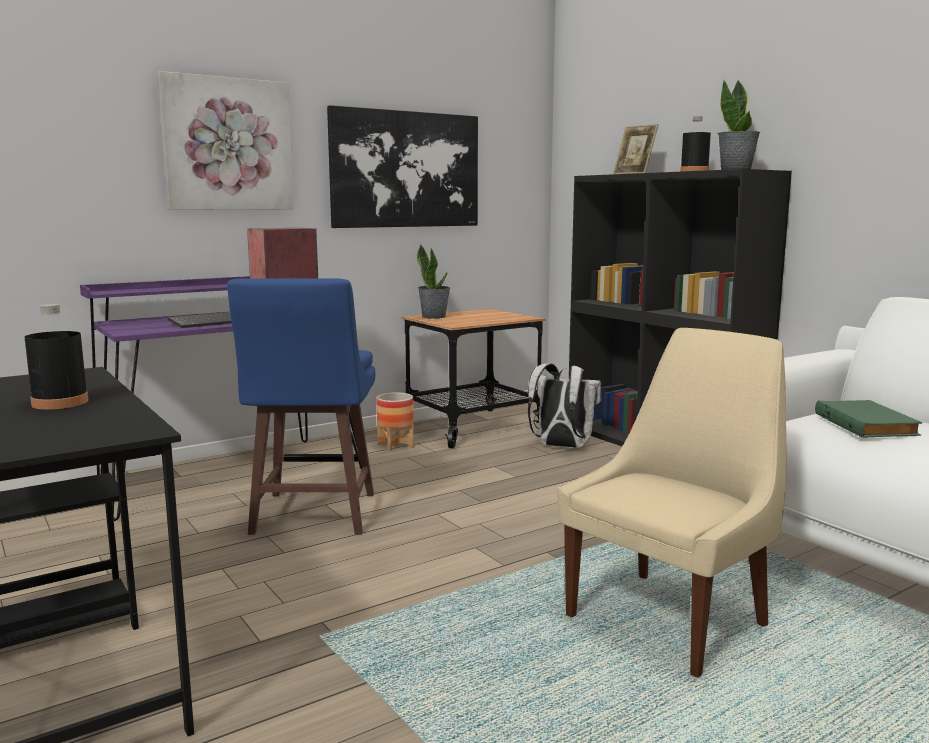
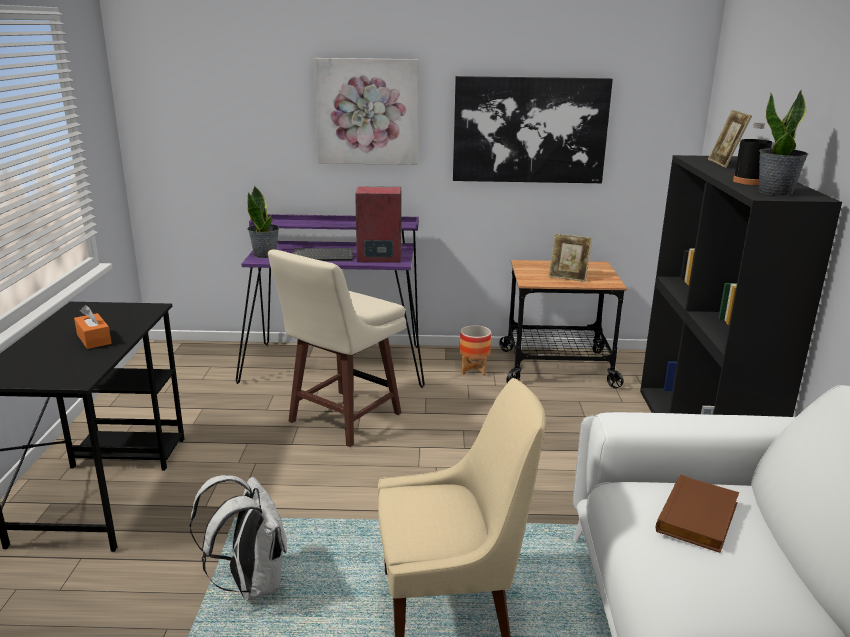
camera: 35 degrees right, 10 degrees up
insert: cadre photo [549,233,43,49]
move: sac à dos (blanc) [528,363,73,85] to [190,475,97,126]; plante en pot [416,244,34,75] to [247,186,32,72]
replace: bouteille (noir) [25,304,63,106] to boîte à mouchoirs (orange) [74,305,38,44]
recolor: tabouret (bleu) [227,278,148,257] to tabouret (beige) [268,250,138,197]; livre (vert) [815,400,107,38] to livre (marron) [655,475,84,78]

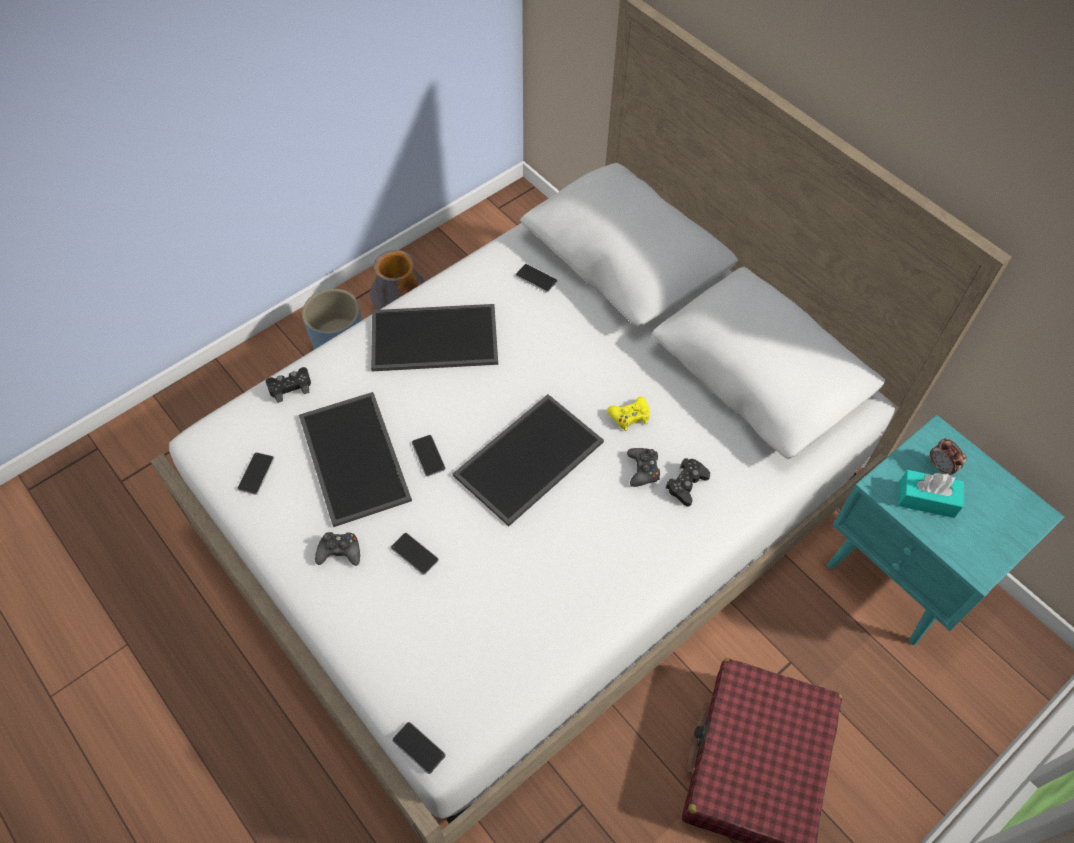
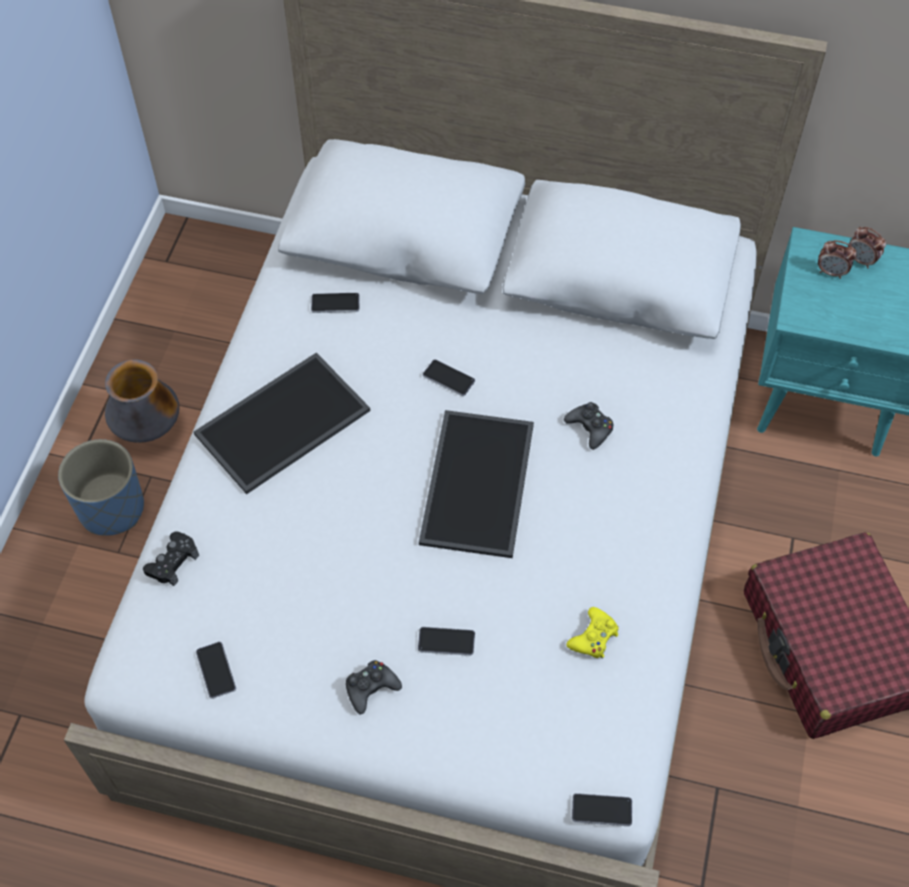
camera: 35 degrees left, 0 degrees up
delete: plateau [299,392,113,135]; manette (noir) [665,458,45,49]; boîte à mouchoirs (turquoise) [898,470,66,48]
insert: réveil [848,227,38,41]
move: téléphone [412,435,34,42] to [423,359,52,37]; manette (jaune) [607,397,43,34] to [566,607,53,52]

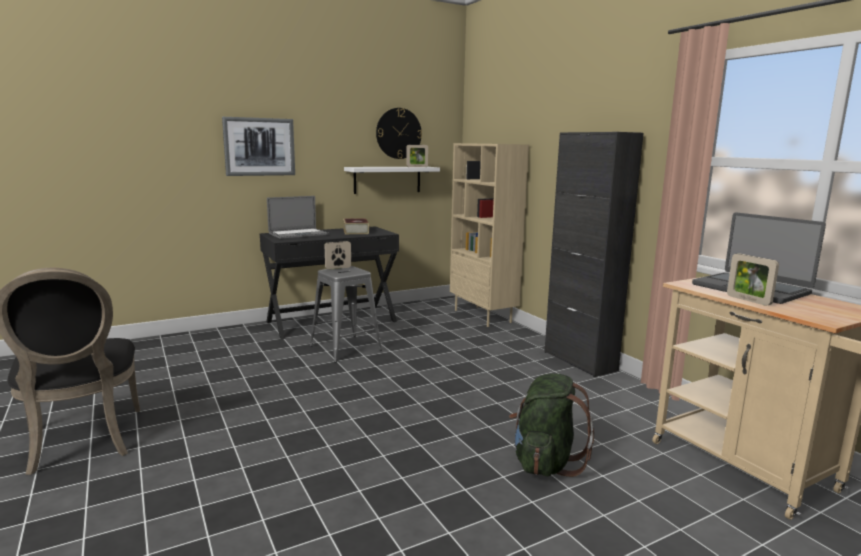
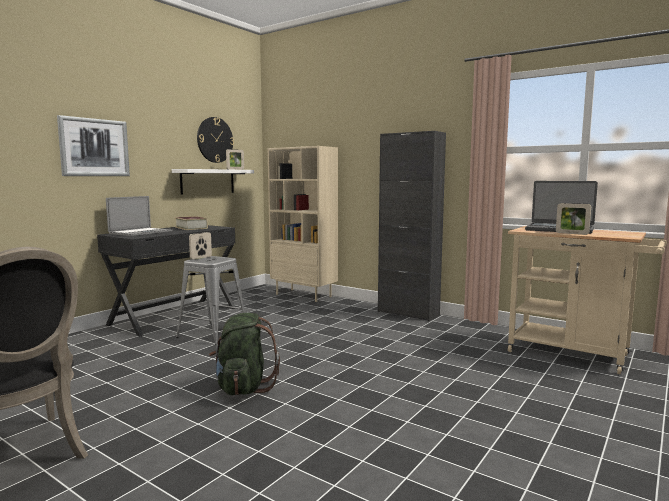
camera: 25 degrees left, 5 degrees down
move: sac à dos (vert) [509,374,85,103] to [209,313,71,82]

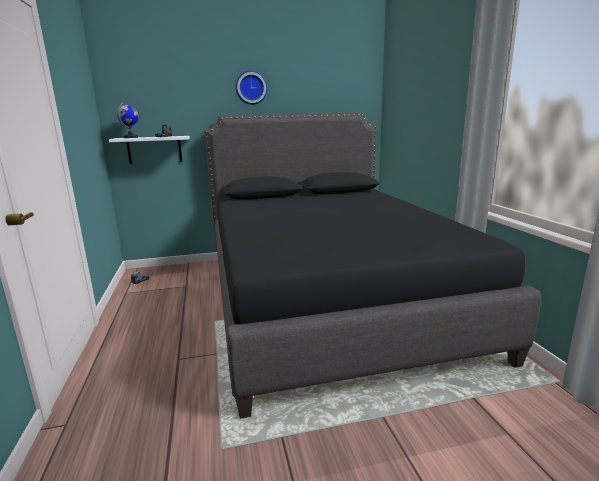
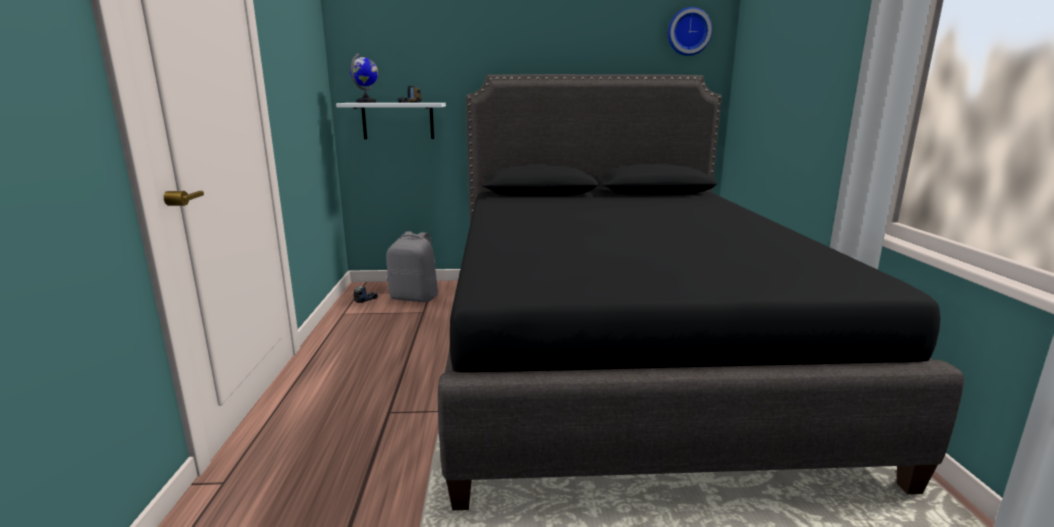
camera: 10 degrees right, 0 degrees up
insert: sac à dos (gris) [386,231,52,71]
move: horloge murale [236,71,31,34] to [667,7,45,49]

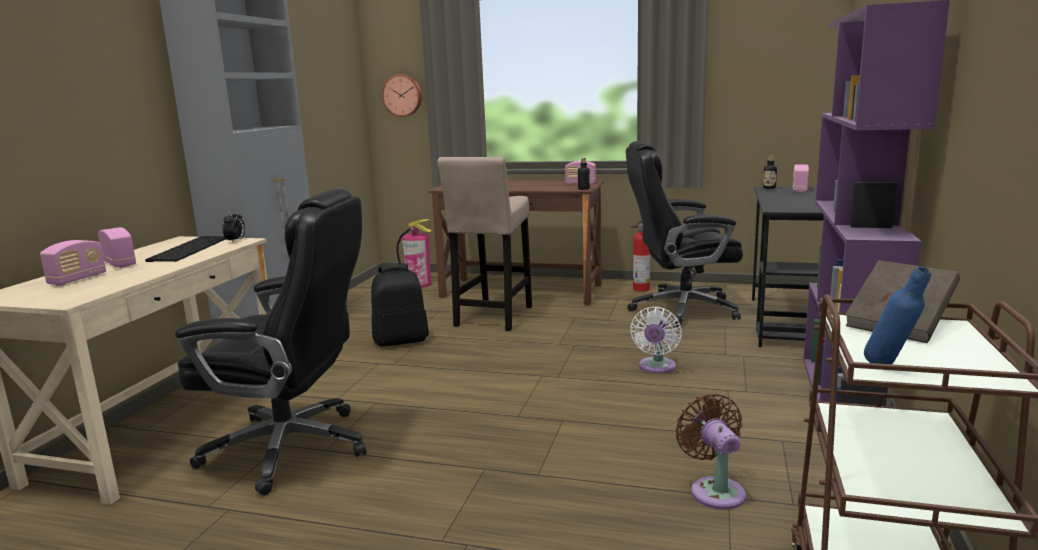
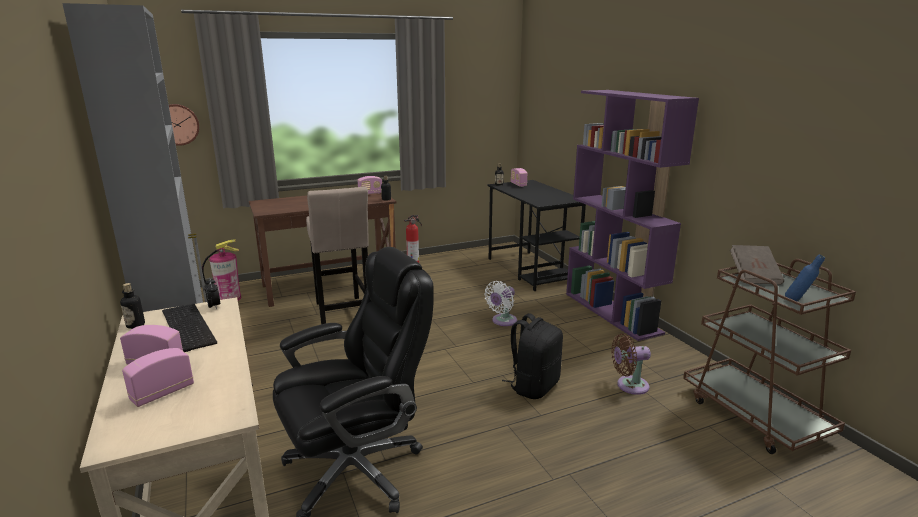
camera: 40 degrees left, 5 degrees up
delete: chaise de bureau (noir) [626,141,117,187]
insert: bouteille [120,283,25,46]
move: sac à dos (noir) [371,264,58,83] to [502,313,61,86]
rotate: radio [40,240,66,46] = [122,348,72,59] 120 degrees counterclockwise; ventilateur (blanc) [630,307,52,66] = [484,281,33,45] 60 degrees clockwise; ventilateur (marron) [675,394,71,116] = [611,334,40,61] 45 degrees counterclockwise

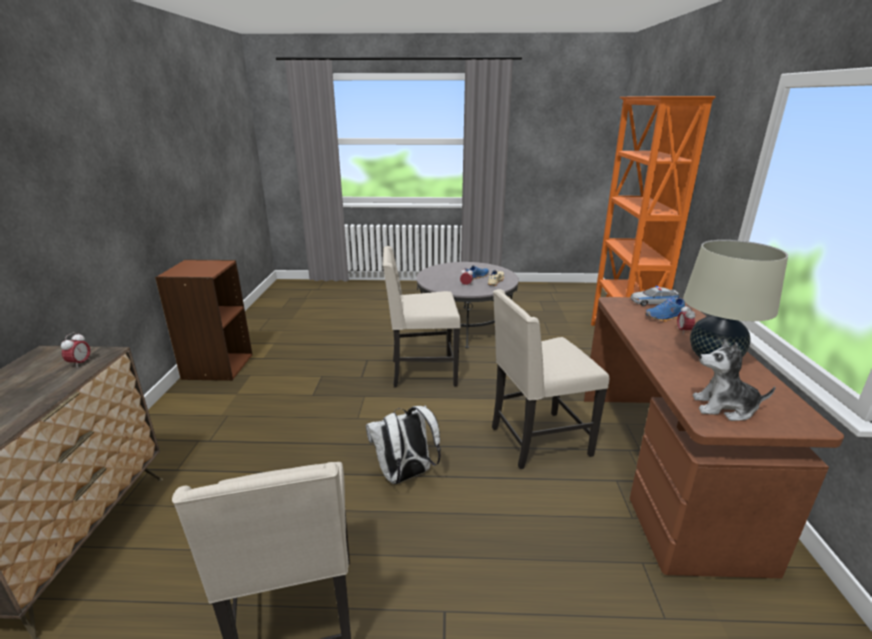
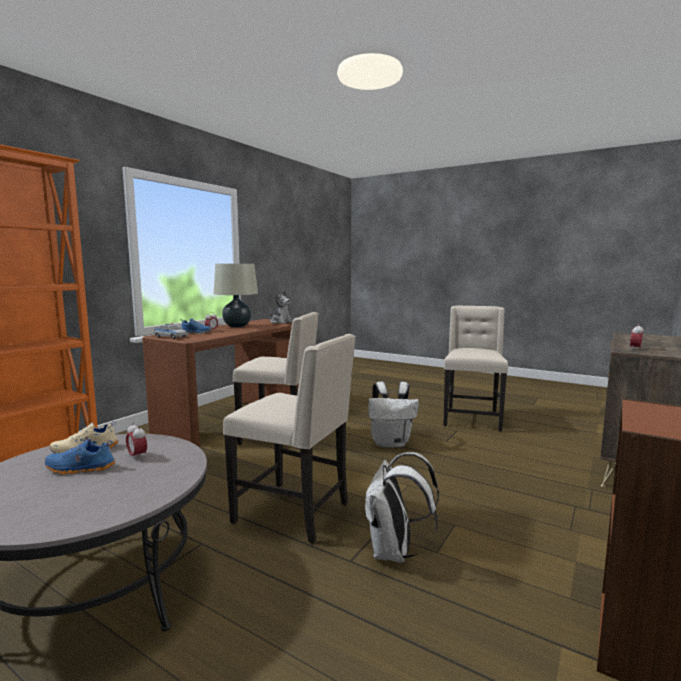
camera: 150 degrees left, 15 degrees down
insert: sac à dos (blanc) [365,452,74,111]

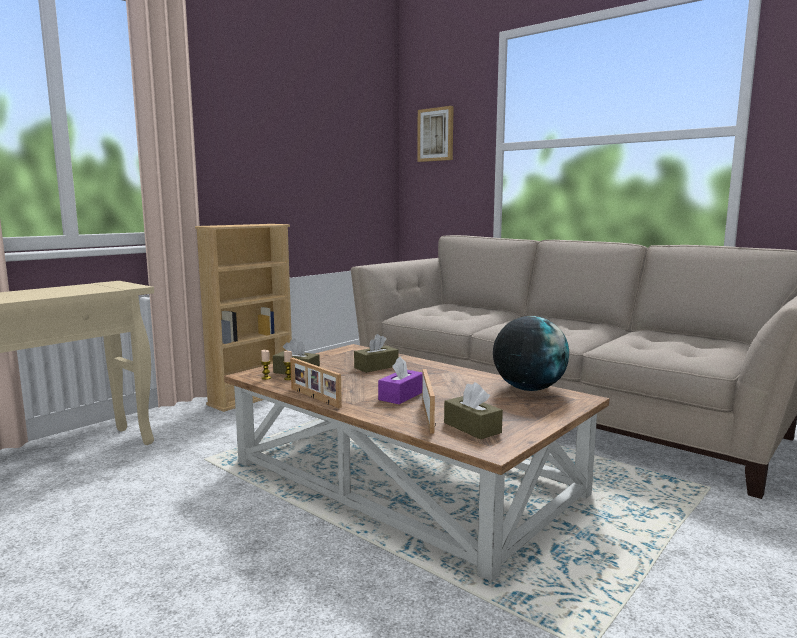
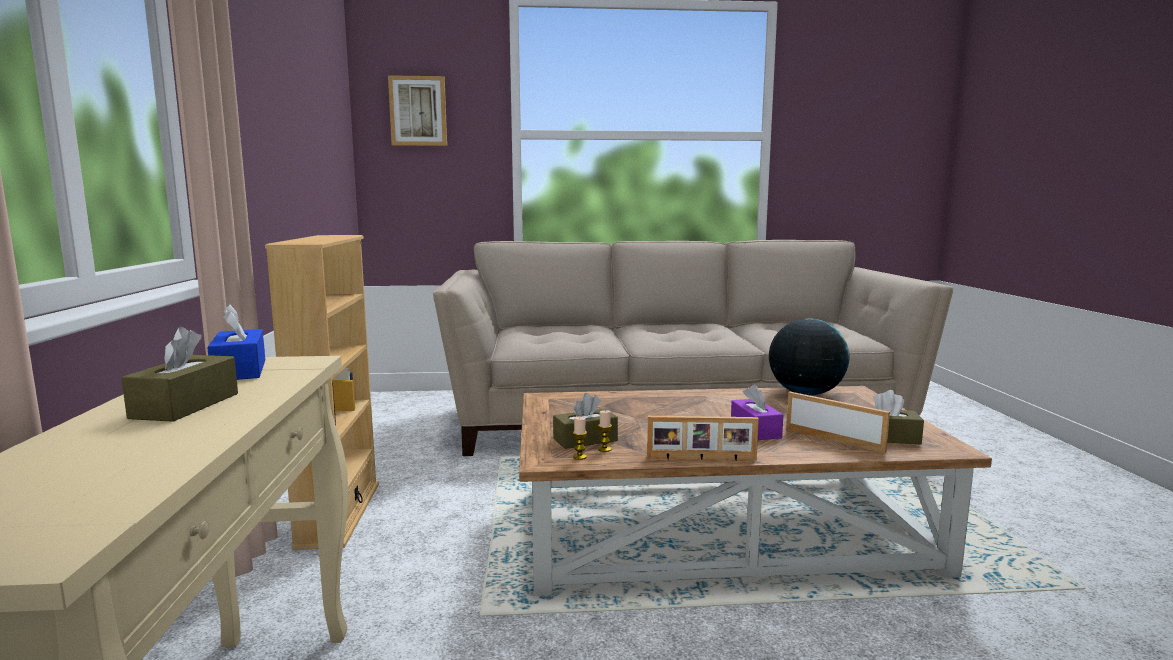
camera: 45 degrees left, 0 degrees up
insert: boîte à mouchoirs (bleu) [207,304,58,76]
move: boîte à mouchoirs (marron) [354,334,45,39] to [121,327,117,95]

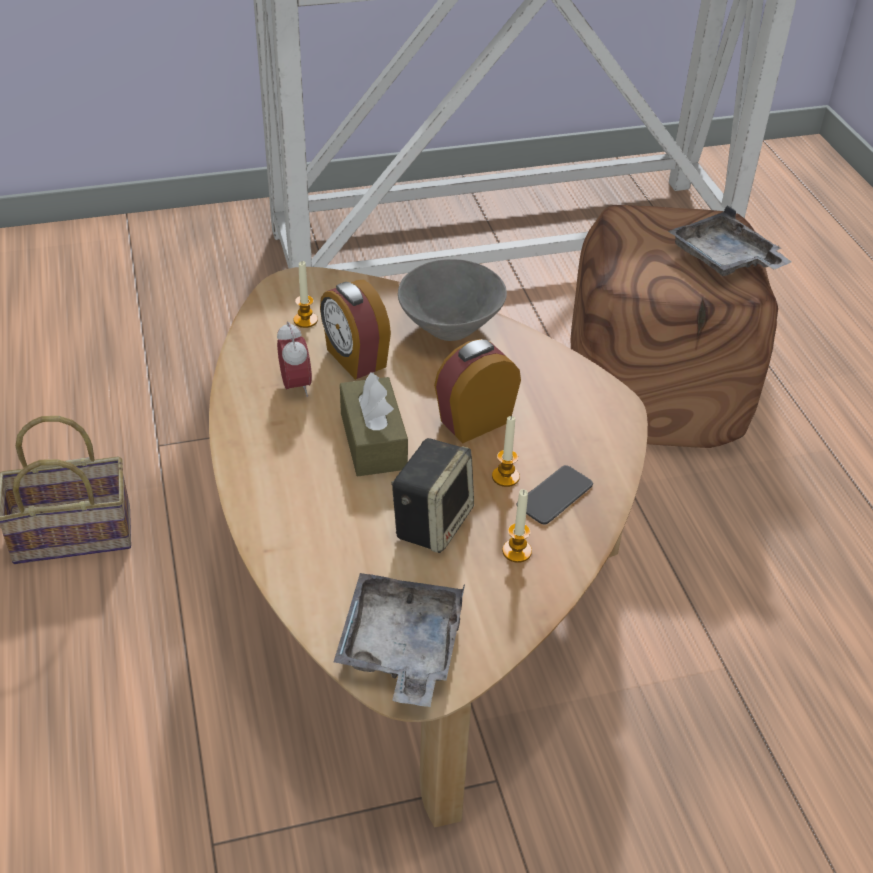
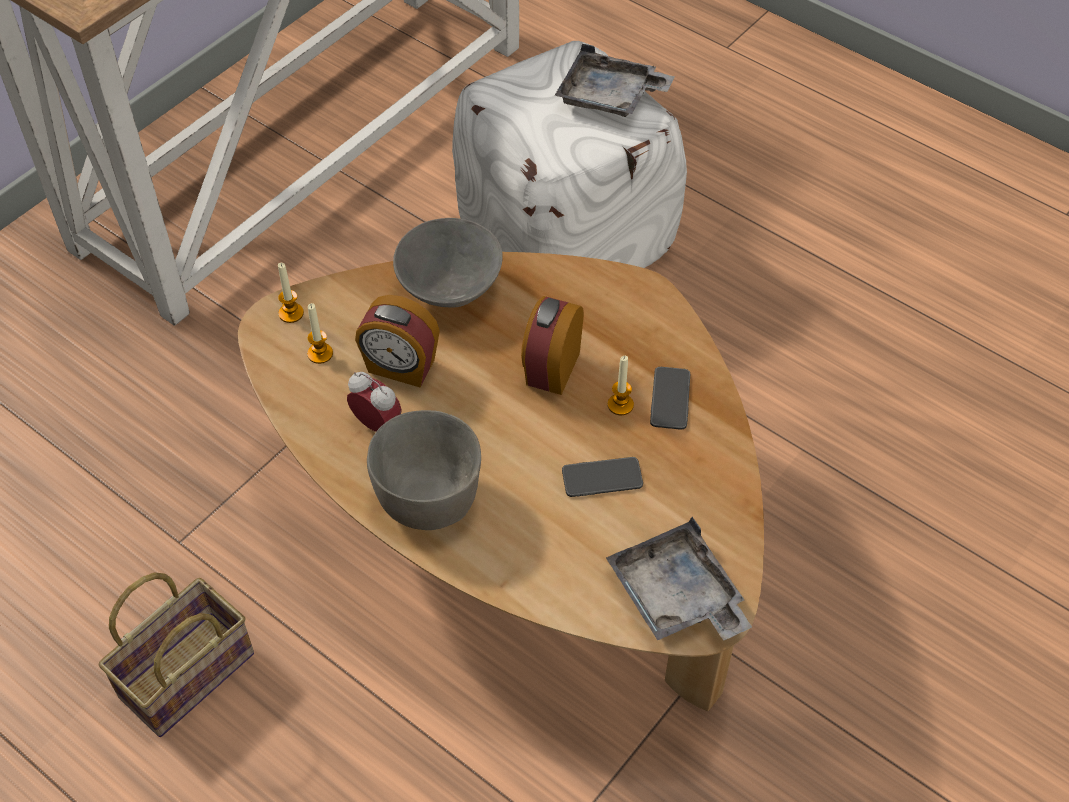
camera: 35 degrees left, 10 degrees up
delete: boîte à mouchoirs (marron) [340,372,68,104]
insert: bol (gris) [367,410,114,120]
move: bougie [502,489,30,74] to [278,263,26,60]
replace: enceinte [391,438,83,115] to téléphone [562,457,81,40]
recolor: pouf (marron) [570,205,208,243] to pouf (blanc) [452,41,235,227]

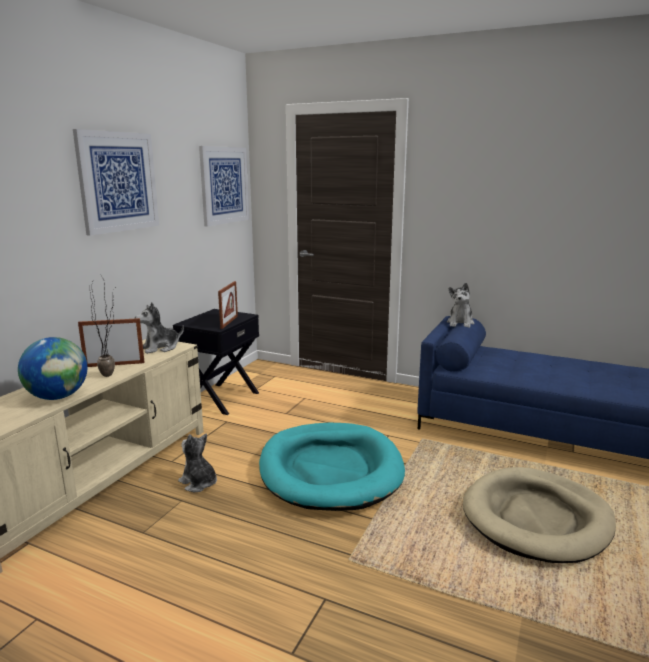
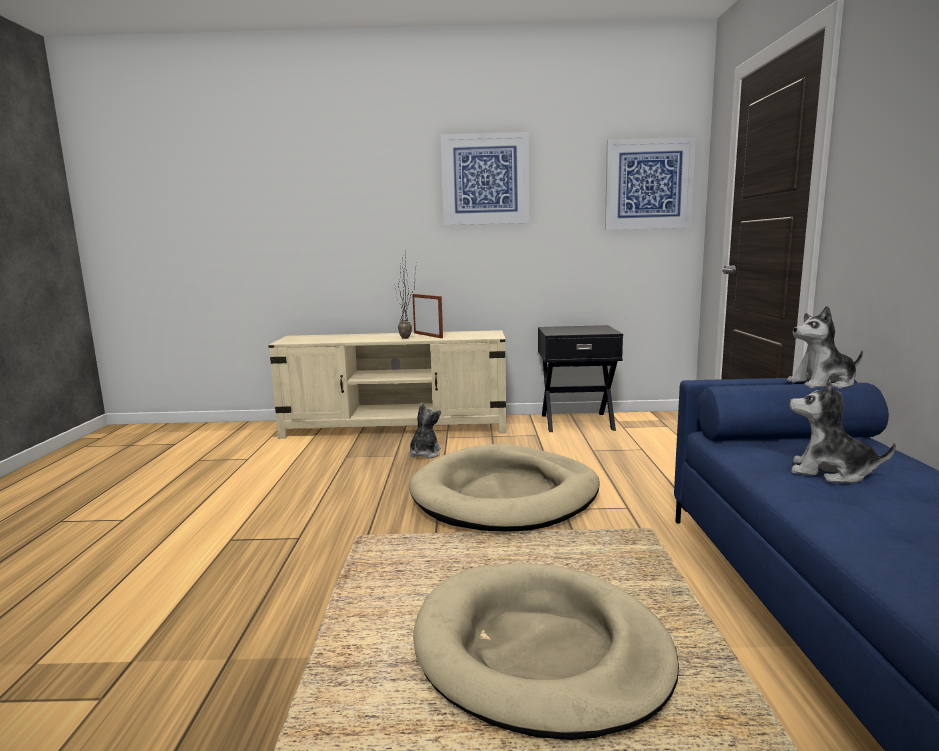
camera: 65 degrees right, 5 degrees down
delete: globe [18,337,70,63]; cadre photo [218,281,20,48]
move: peluche [135,302,49,52] to [790,380,106,103]
recolor: panier pour chien (turquoise) [259,423,146,88] to panier pour chien (beige) [409,444,190,88]

